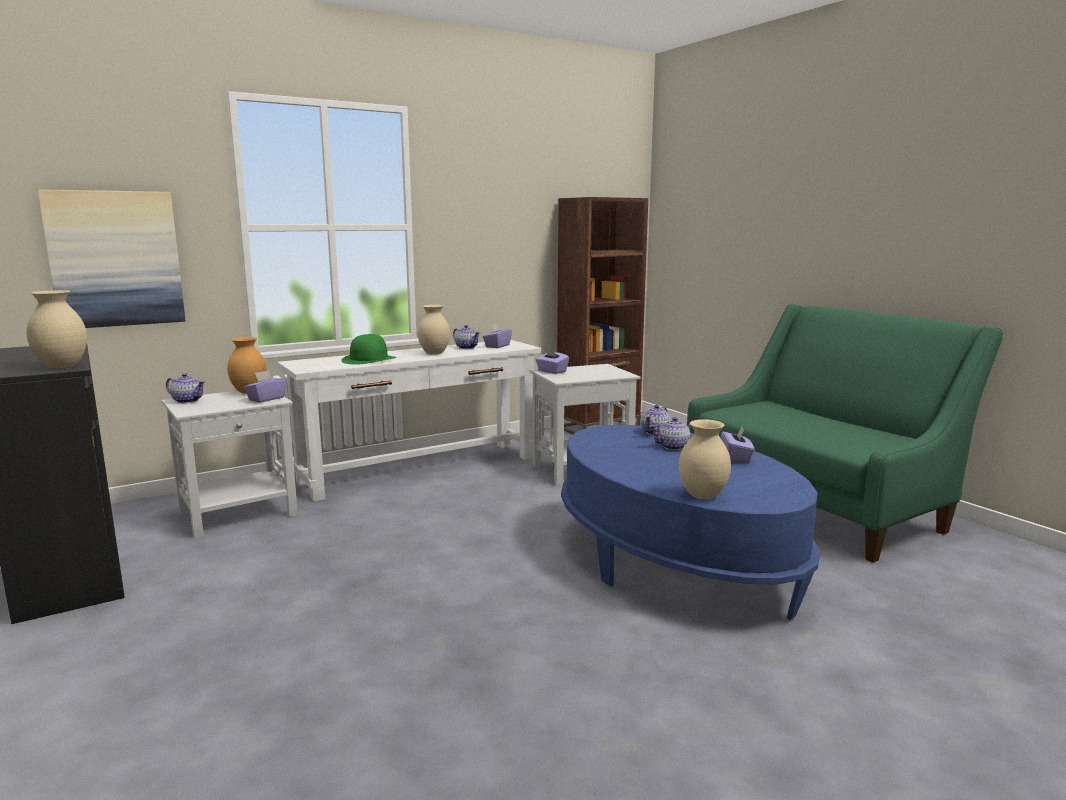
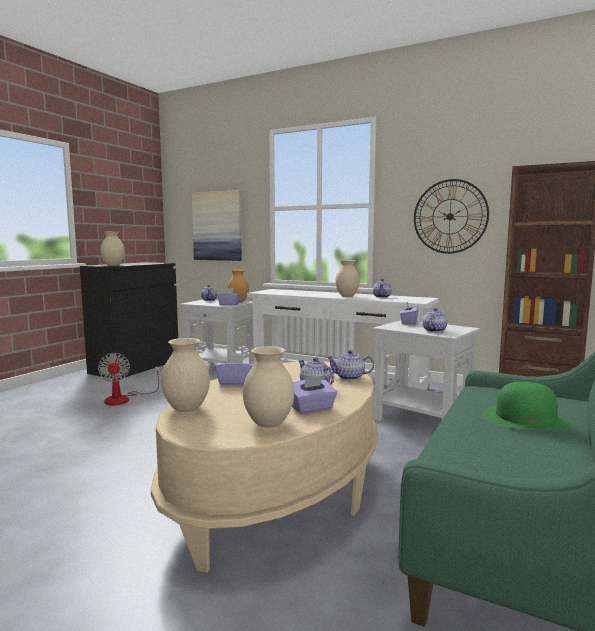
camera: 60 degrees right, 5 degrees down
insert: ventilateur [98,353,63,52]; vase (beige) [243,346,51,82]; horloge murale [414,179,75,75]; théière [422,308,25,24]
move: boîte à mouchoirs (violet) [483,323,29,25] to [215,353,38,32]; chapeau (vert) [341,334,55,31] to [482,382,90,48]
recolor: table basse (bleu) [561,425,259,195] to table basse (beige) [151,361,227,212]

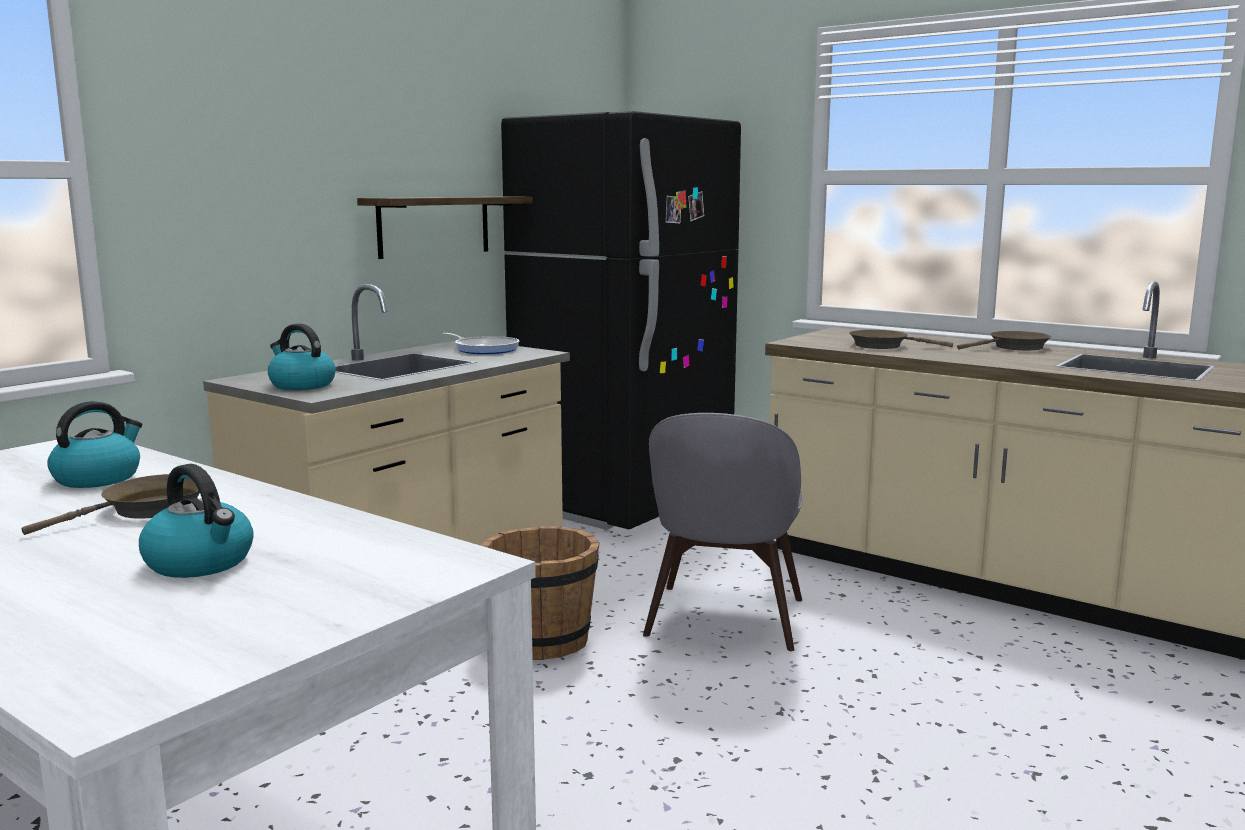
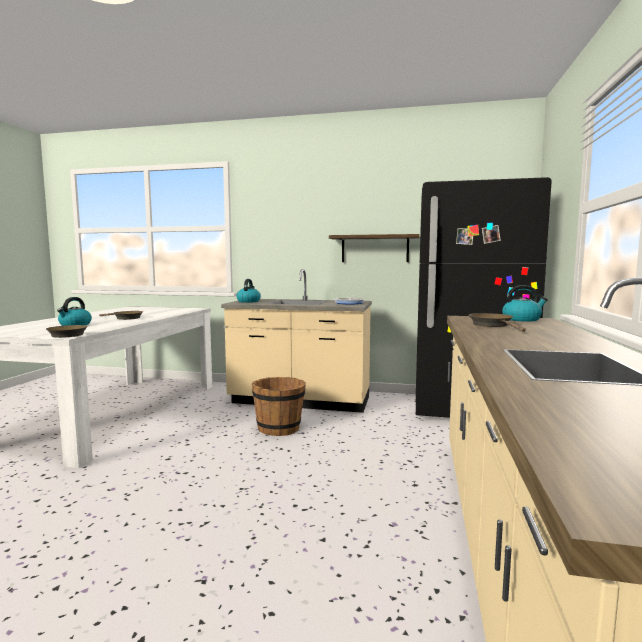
camera: 65 degrees right, 5 degrees down
delete: chaise (gris) [643,413,160,238]
move: poêle (marron) [957,331,94,19] to [46,325,42,13]; bouilloire [47,401,95,87] to [502,285,46,37]

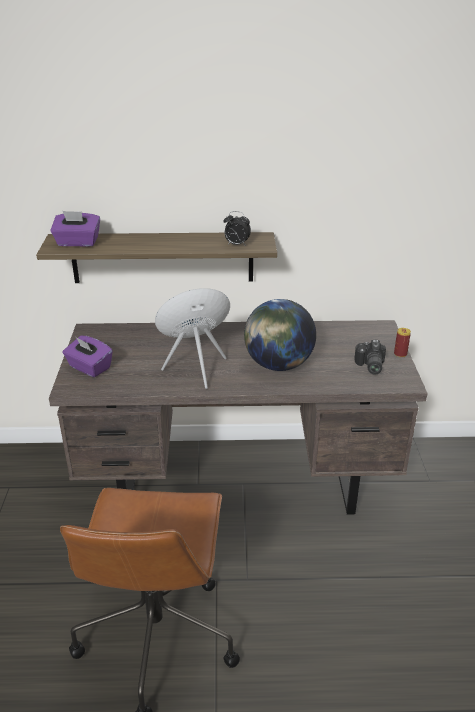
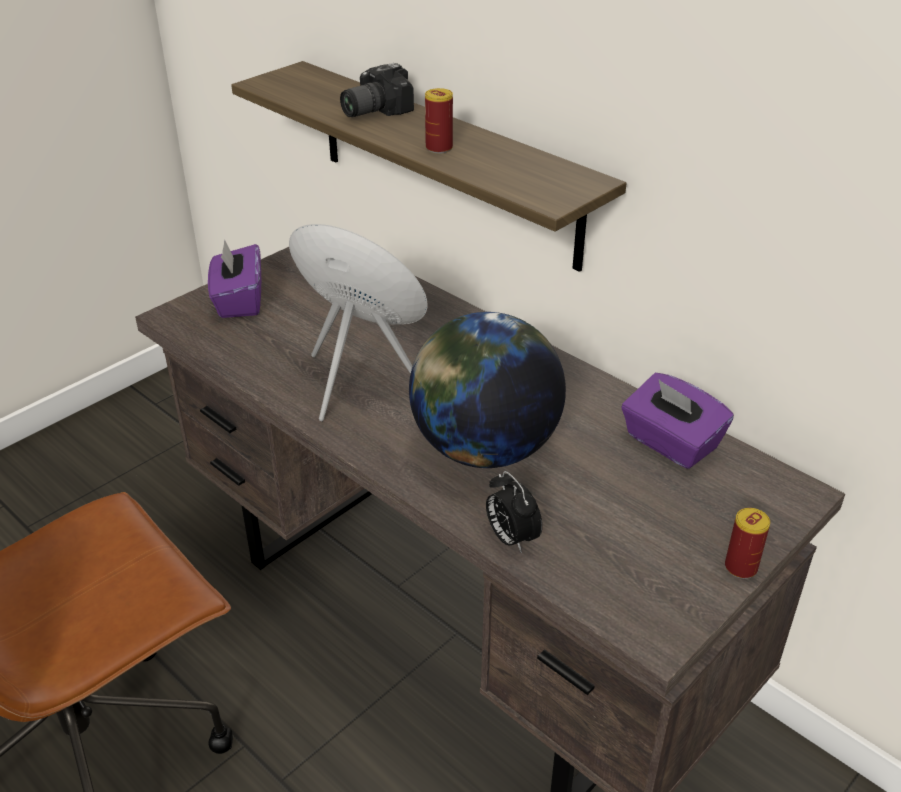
camera: 45 degrees right, 5 degrees up
insert: boîte métallique [425,88,28,66]
move: appareil photo [354,339,32,36] to [340,63,74,54]; réveil [223,211,28,35] to [486,471,56,82]; boîte à mouchoirs (violet) [51,211,49,36] to [621,373,113,96]

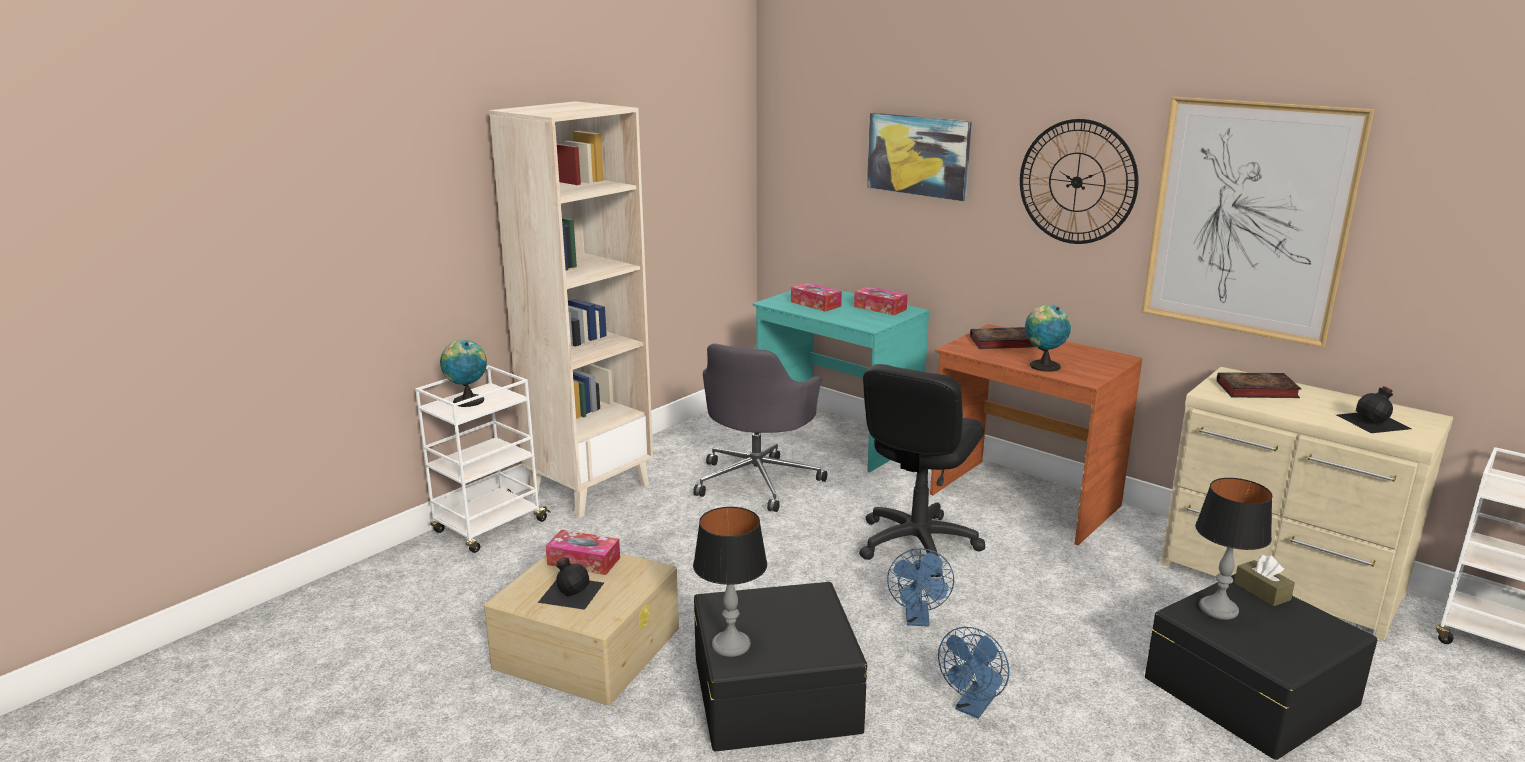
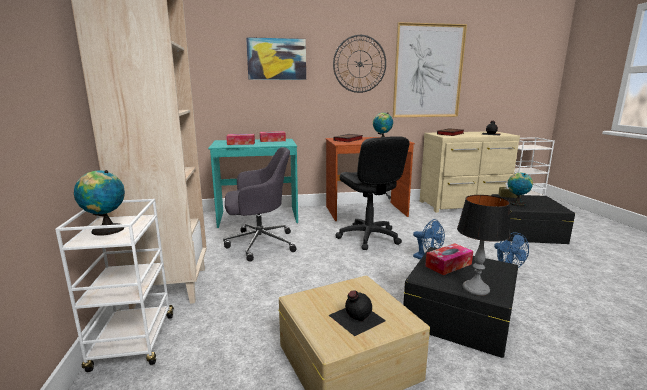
camera: 50 degrees left, 5 degrees down
move: boîte à mouchoirs [546,530,74,45] to [425,243,48,32]
replace: lampe de table [1195,478,77,142] to globe [508,173,25,33]
rotate: chaise de bureau (gris) [693,343,134,169] = [223,147,74,115] 75 degrees counterclockwise

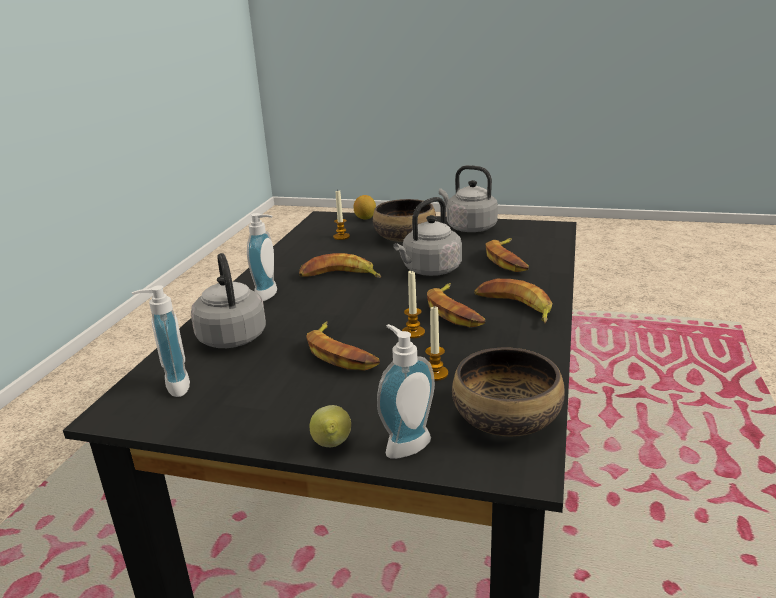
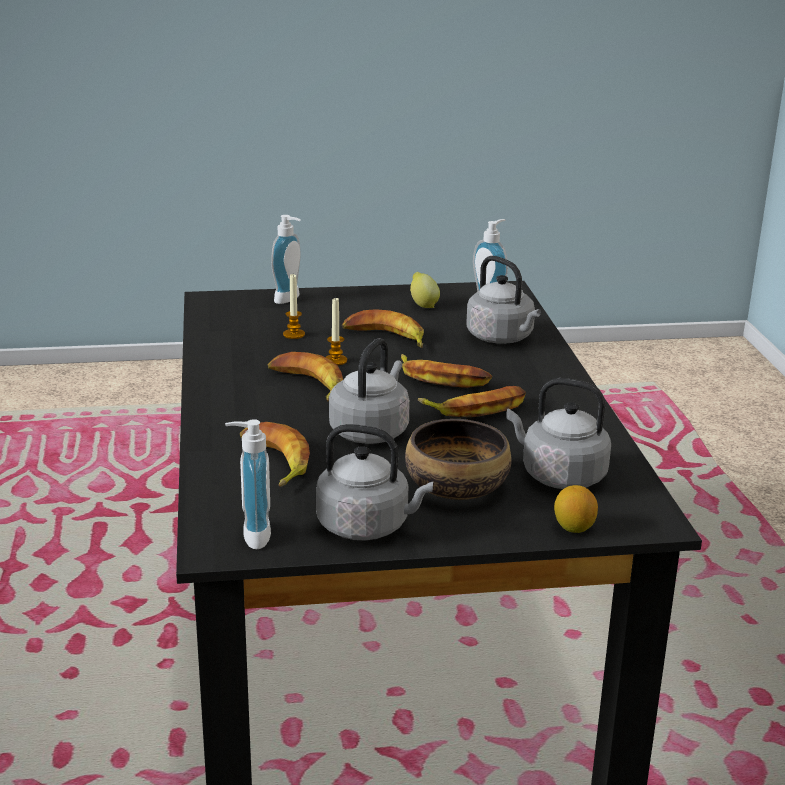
camera: 155 degrees right, 0 degrees up
delete: bol [452,347,113,90]
move: distributeur de savon [247,213,30,88] to [225,419,46,130]; banane [474,279,78,44] to [401,354,91,34]; citron [310,405,41,42] to [410,272,30,36]
replace: bougie [333,190,17,50] to bouilloire (gris) [506,378,105,111]

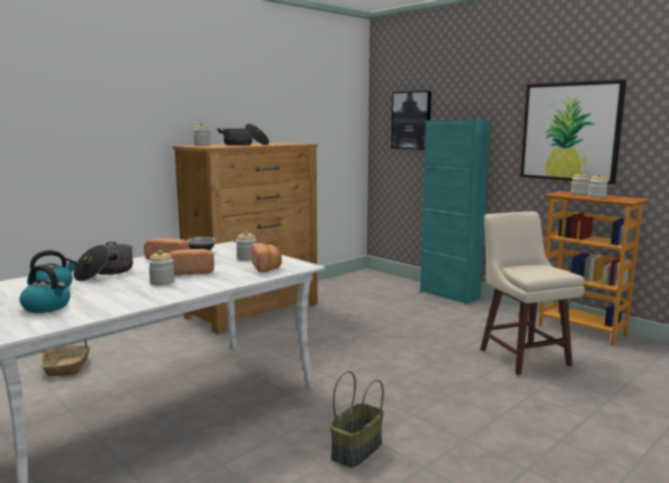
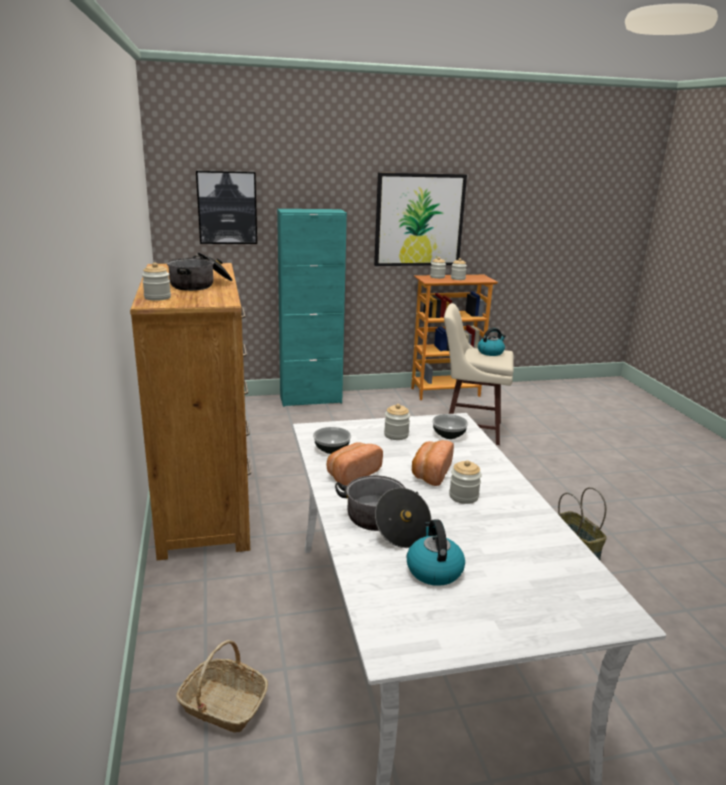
camera: 60 degrees left, 10 degrees up
move: bouilloire [20,265,50,48] to [478,328,28,28]
replace: pain [251,243,31,29] to bol [432,414,36,25]

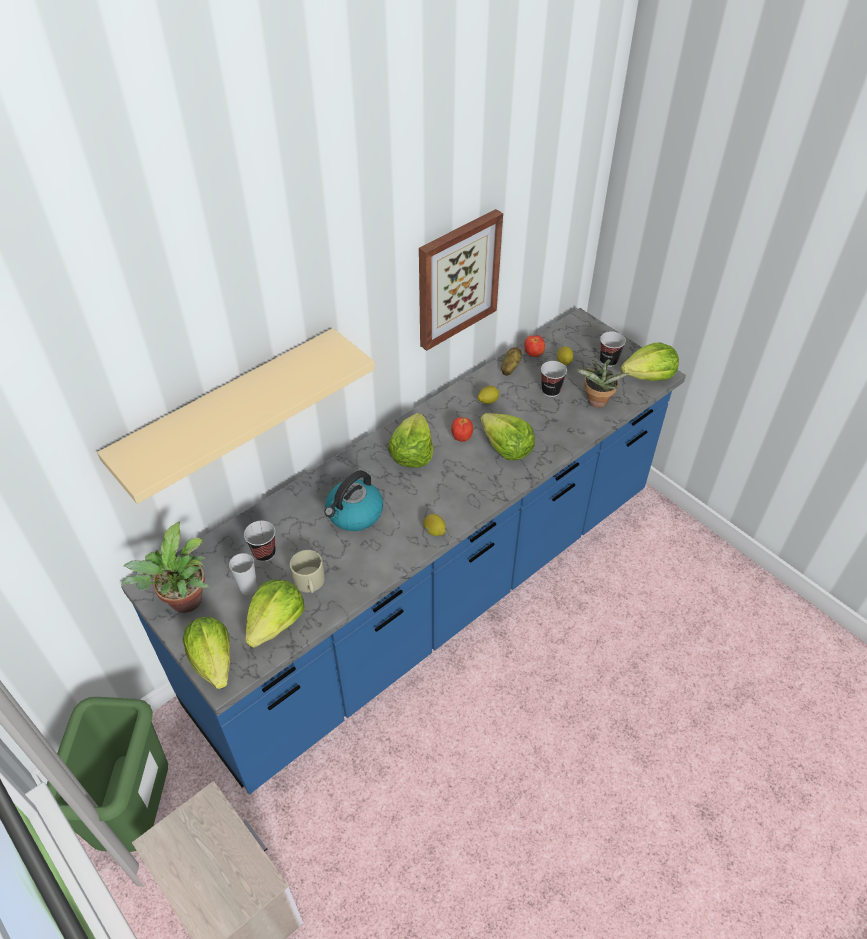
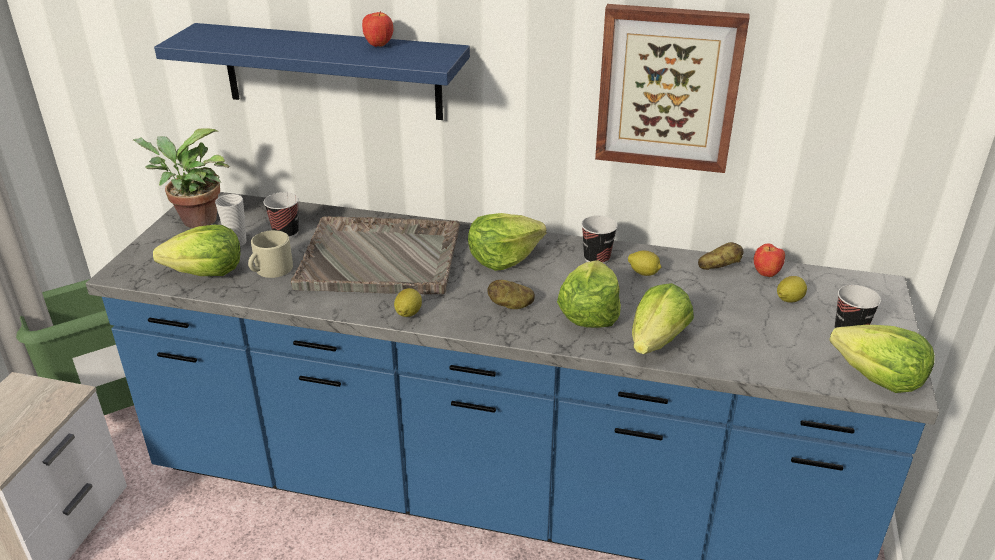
camera: 55 degrees right, 15 degrees down
delete: plante en pot [575,359,54,49]
insert: pomme de terre [487,280,48,29]
move: pomme [451,417,22,25] to [362,11,31,36]; tasse [541,361,26,36] to [581,216,37,48]; laitue [183,617,47,72] to [632,283,62,71]
replace: bouilloire [324,470,59,61] to plateau (gris) [291,216,169,79]
recolor: étagère (beige) [97,328,278,176] to étagère (bleu) [154,23,316,97]

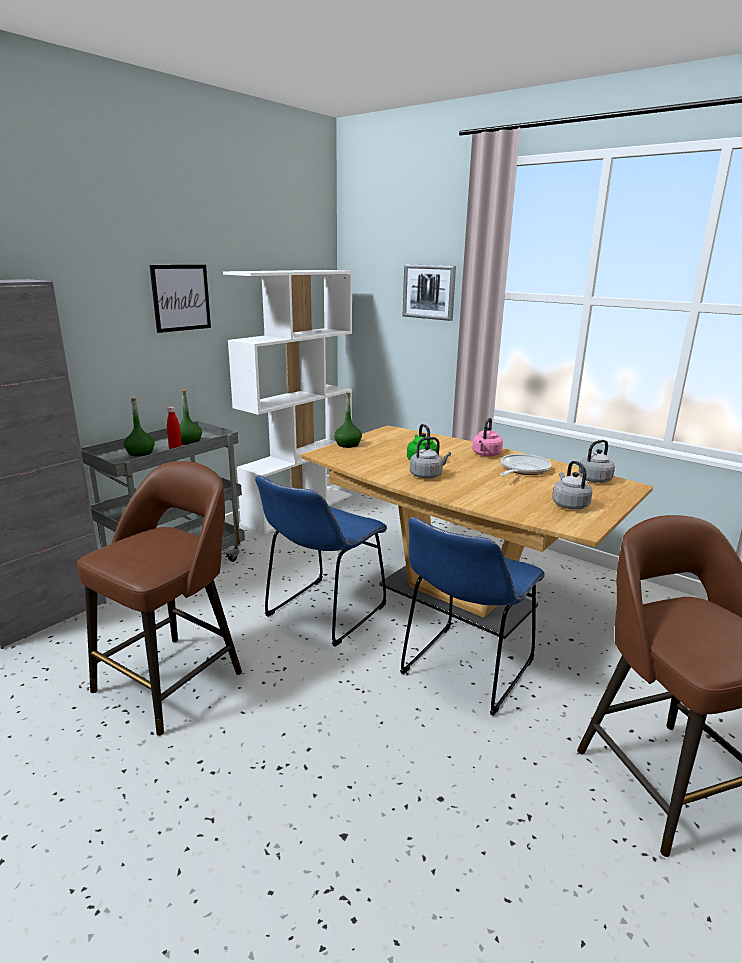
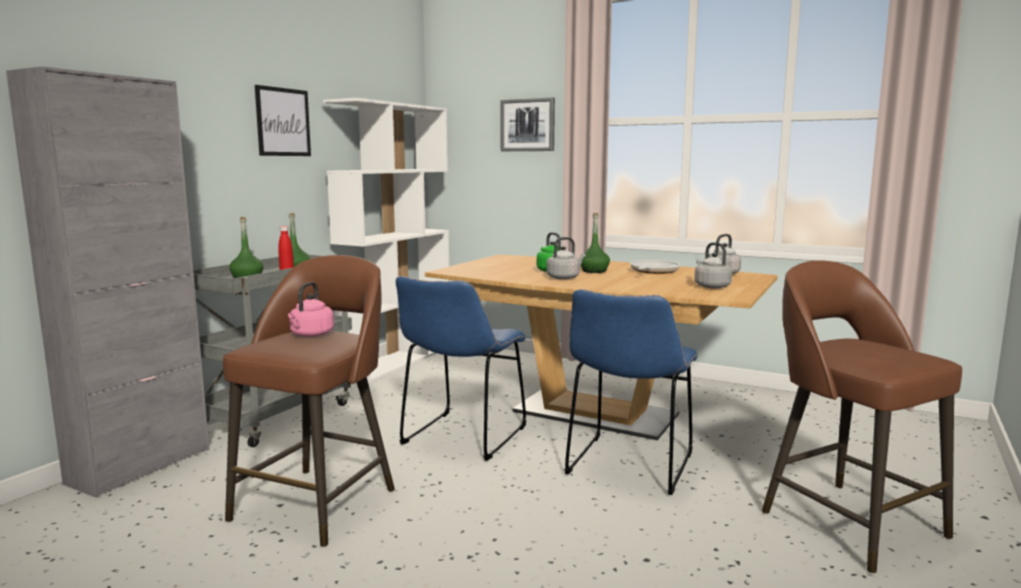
camera: 10 degrees left, 10 degrees down
move: bouilloire (rose) [472,418,31,38] to [288,282,46,55]; bouteille (vert) [334,393,28,55] to [580,213,30,60]

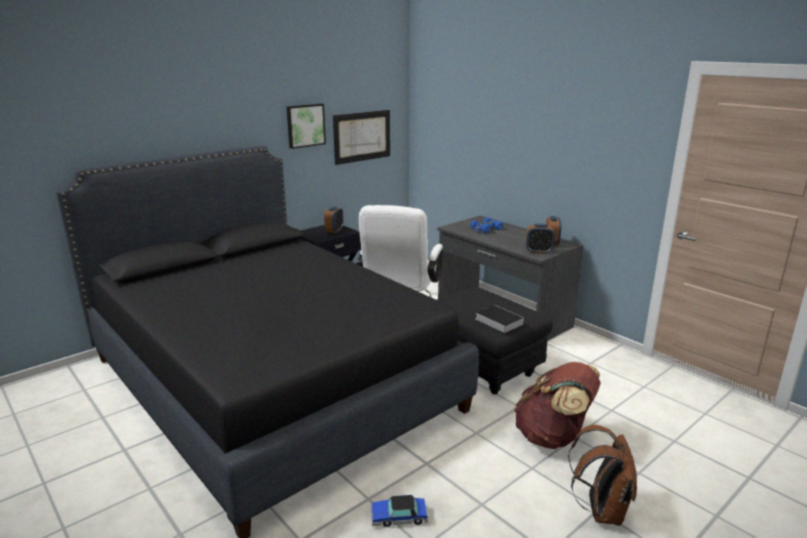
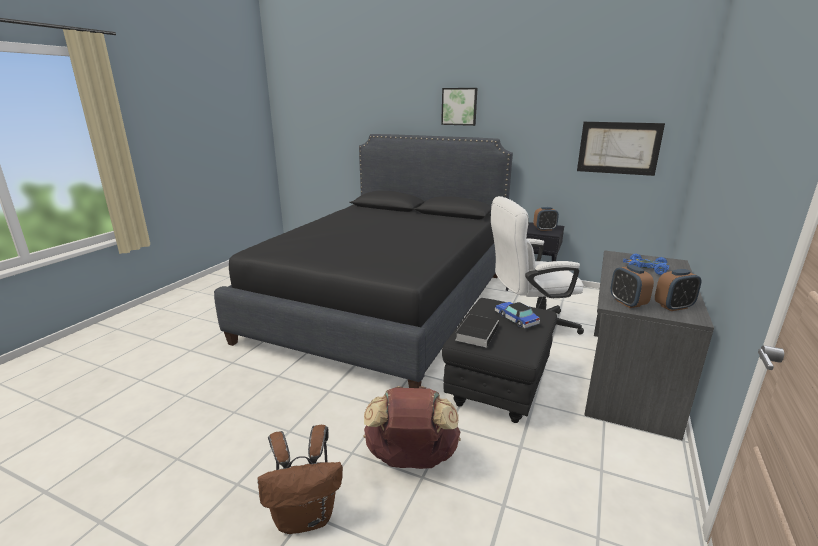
camera: 65 degrees right, 0 degrees up
move: tableau [287,104,39,45] to [441,88,36,38]; petite voiture [371,495,57,32] to [495,302,45,26]

